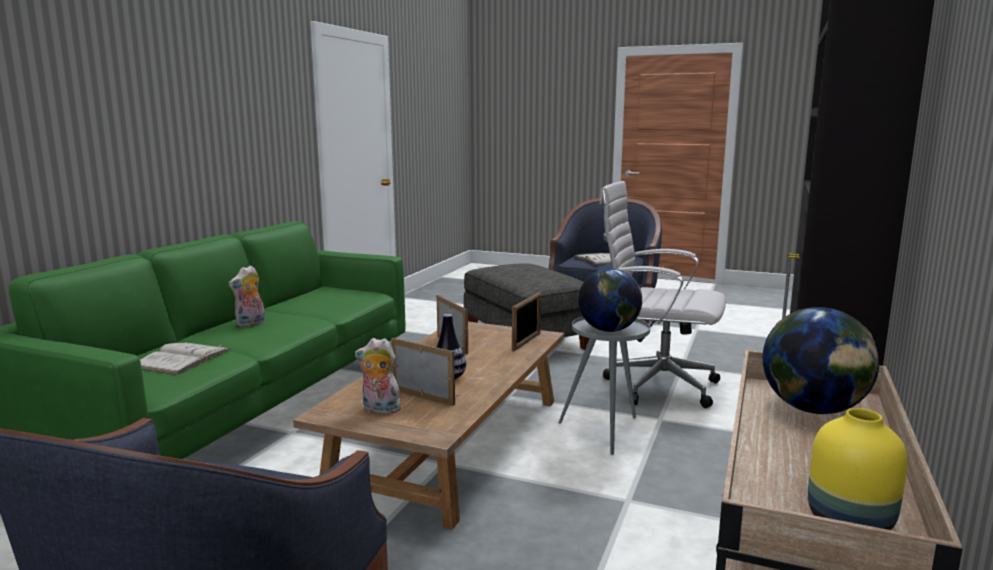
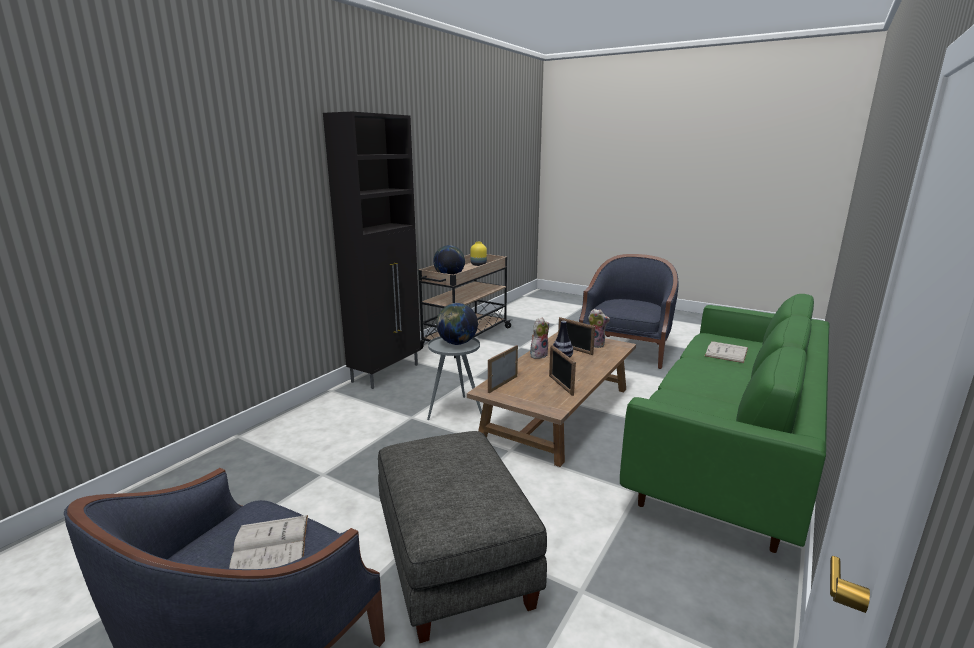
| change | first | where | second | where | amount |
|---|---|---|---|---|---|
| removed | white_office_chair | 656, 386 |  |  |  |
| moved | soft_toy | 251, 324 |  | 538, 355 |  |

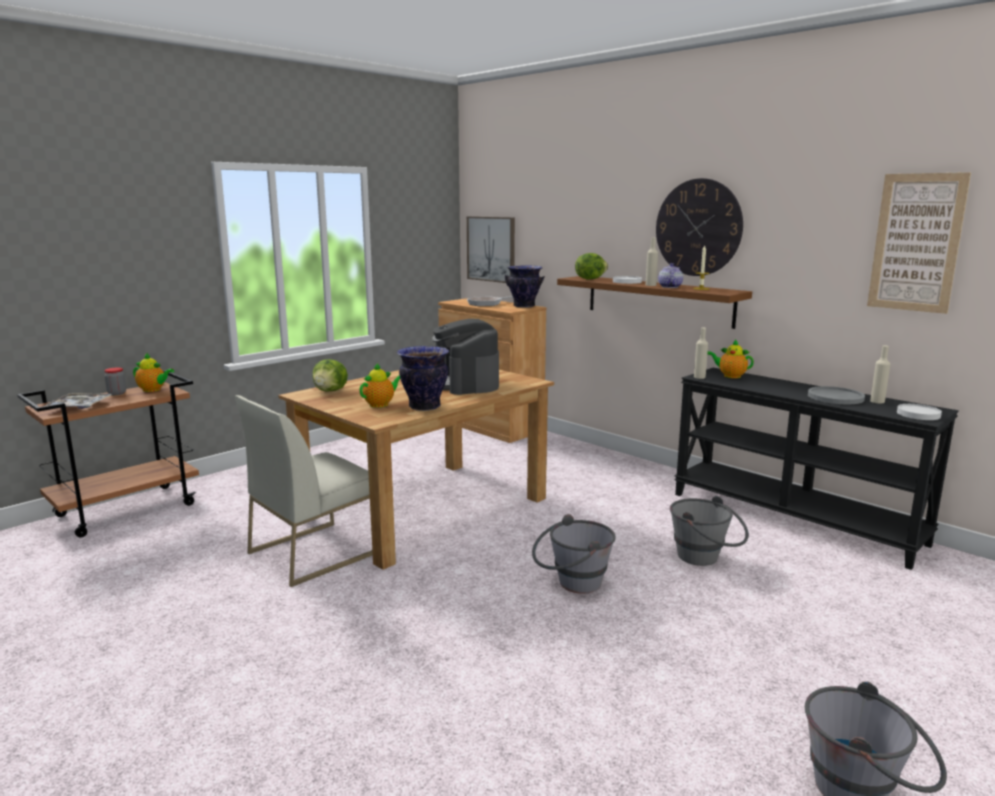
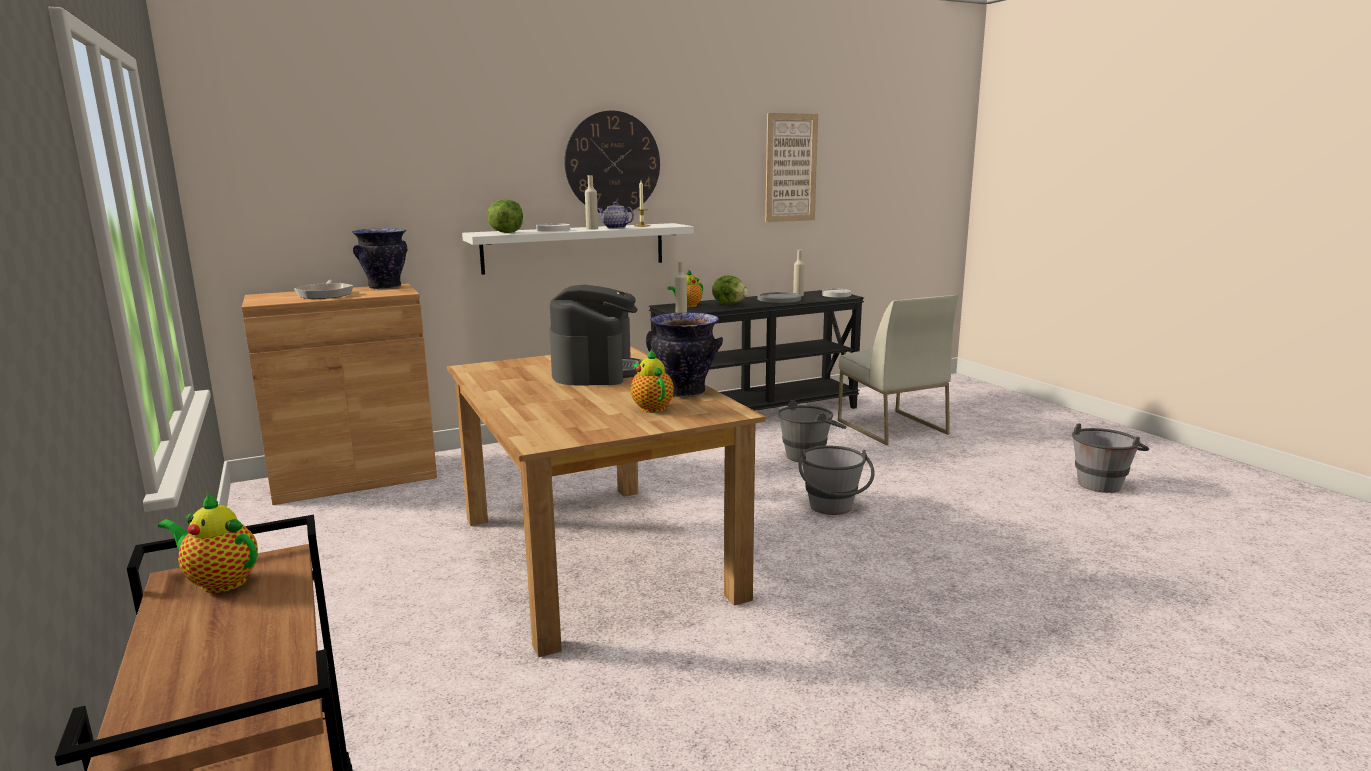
| change | first | where | second | where | amount |
|---|---|---|---|---|---|
| removed | tray | 79, 406 |  |  |  |
| removed | storage_jar | 117, 393 |  |  |  |
| removed | picture | 491, 249 |  |  |  |
| moved | white_plain_chair | 314, 552 |  | 890, 427 |  |
| moved | lettuce_head | 331, 391 |  | 729, 304 |  |
| recoloured | brownish_shelf | 658, 300 | white_shelf | 574, 248 |  |
| turned | tea_pot | 153, 390 |  | 219, 582 | 105 degrees counterclockwise |
| turned | coffee_maker | 465, 384 |  | 595, 371 | 90 degrees counterclockwise |

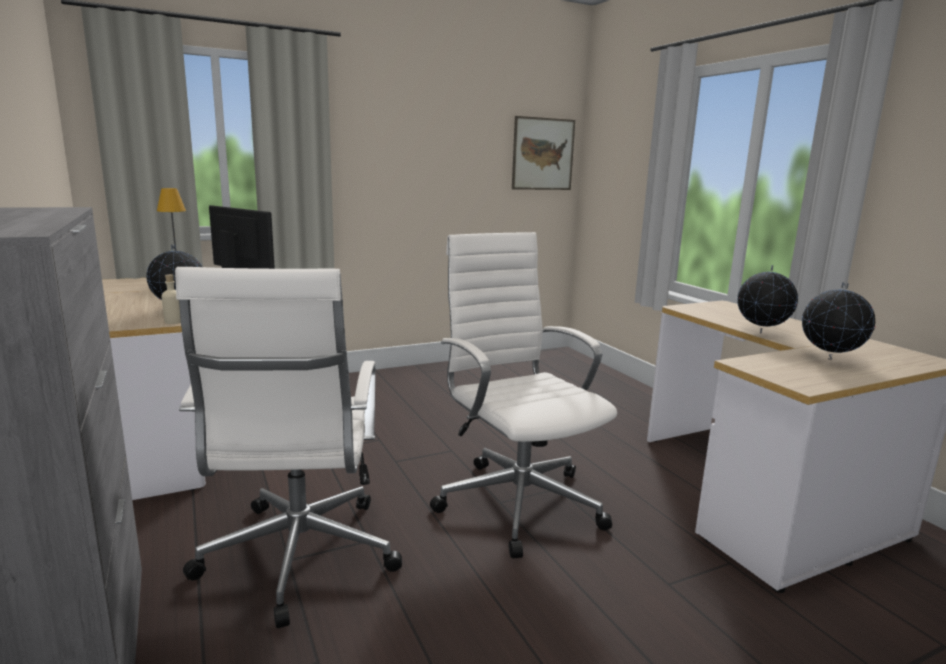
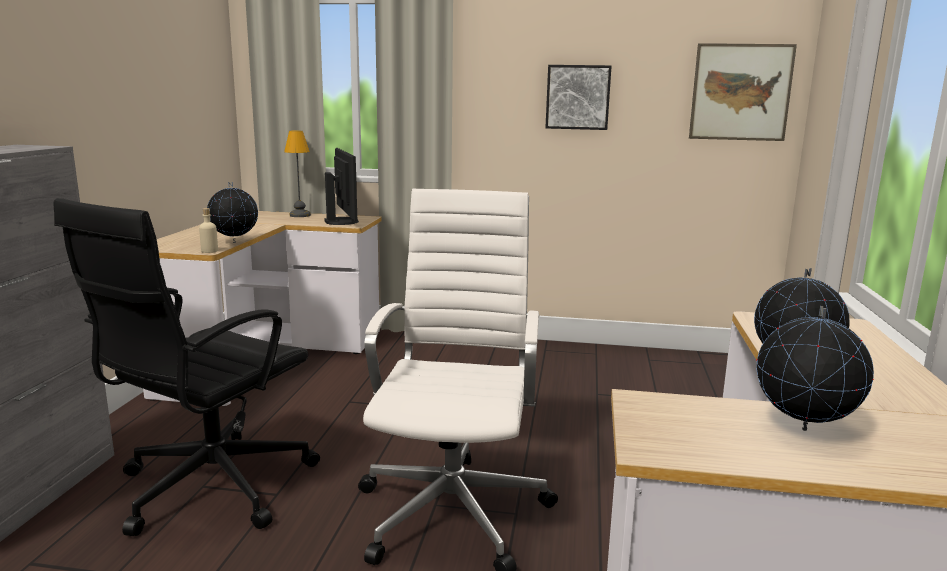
| change | first | where | second | where | amount |
|---|---|---|---|---|---|
| added |  |  | picture | 578, 97 |  |
| recoloured | white_office_chair | 298, 558 | blackish_office_chair | 210, 488 |  |

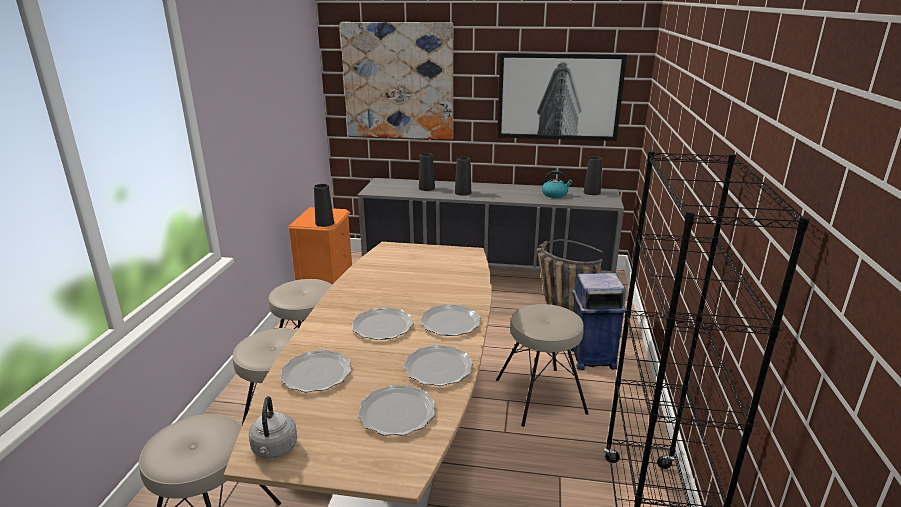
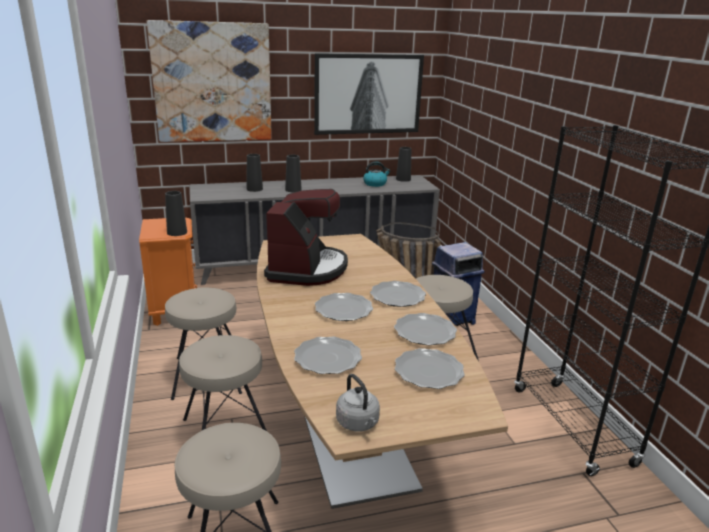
| change | first | where | second | where | amount |
|---|---|---|---|---|---|
| added |  |  | coffee_maker | 307, 269 |  |

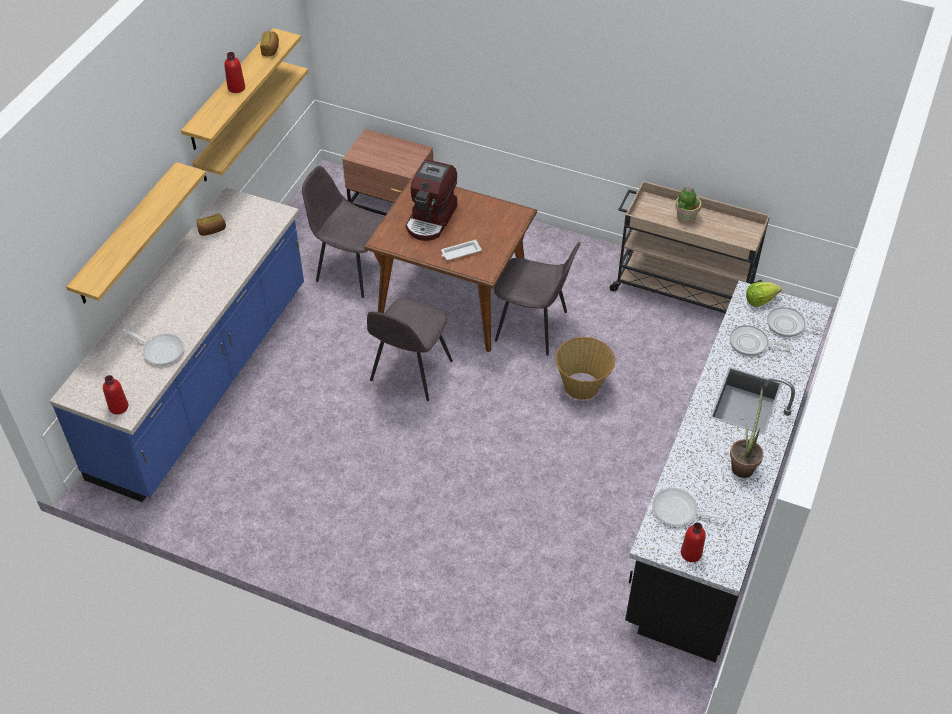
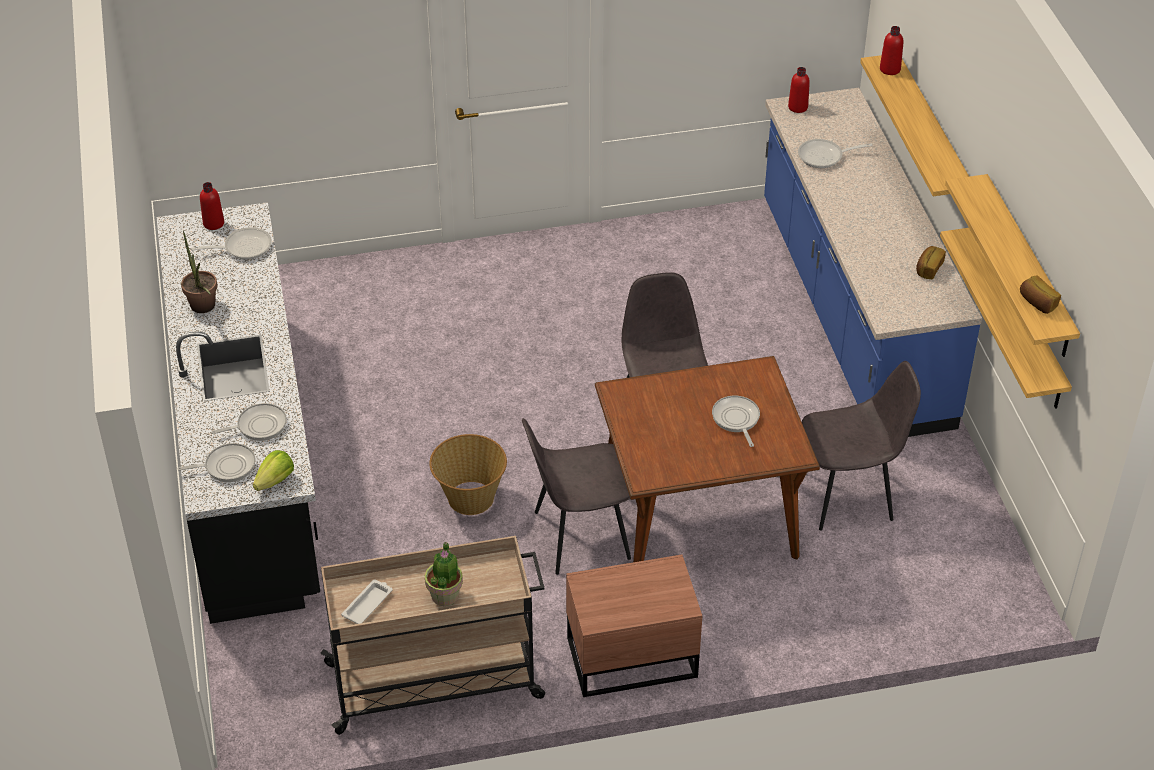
| change | first | where | second | where | amount |
|---|---|---|---|---|---|
| moved | red_drink_bottle | 236, 88 |  | 890, 69 |  |
| moved | brownish_night_table | 391, 201 |  | 629, 655 |  |
| moved | white_tray | 460, 252 |  | 368, 604 |  |
| replaced | coffee_maker | 431, 219 | frying_pan | 736, 419 |  |

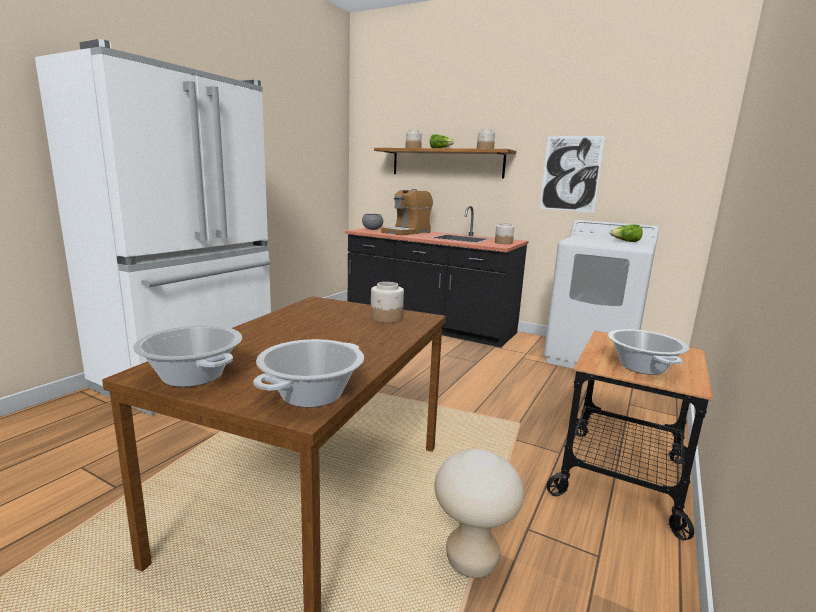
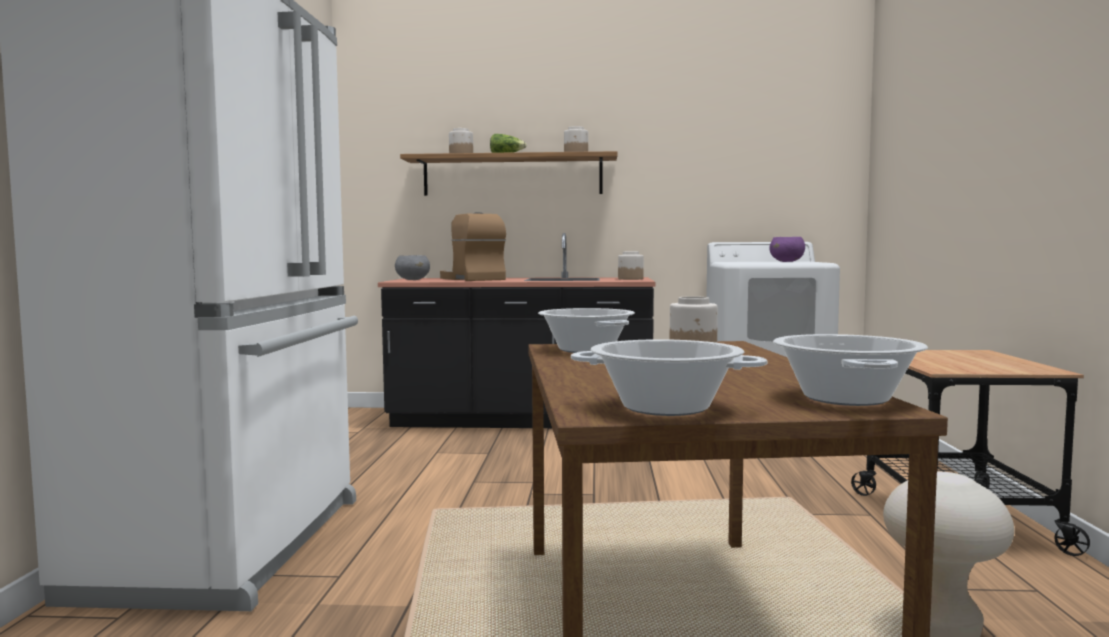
| change | first | where | second | where | amount |
|---|---|---|---|---|---|
| removed | picture | 570, 173 |  |  |  |
| moved | stockpot | 642, 367 |  | 586, 350 |  |
| replaced | lettuce_head | 625, 241 | purplish_deep_dish | 787, 261 |  |
| turned | coffee_maker | 407, 232 |  | 472, 279 | 135 degrees clockwise |

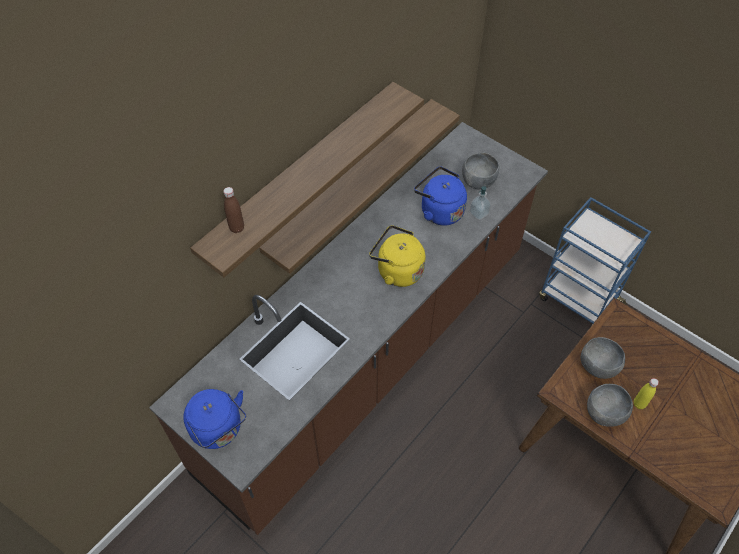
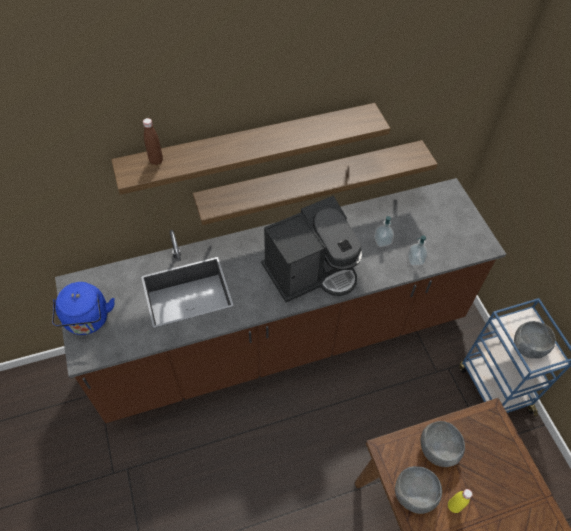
| change | first | where | second | where | amount |
|---|---|---|---|---|---|
| moved | grey_deep_dish | 478, 182 |  | 527, 347 |  |
| replaced | yellow_kettle | 397, 270 | coffee_maker | 311, 272 |  |
| replaced | blue-coloured_kettle | 439, 211 | soap_bottle | 382, 241 |  |

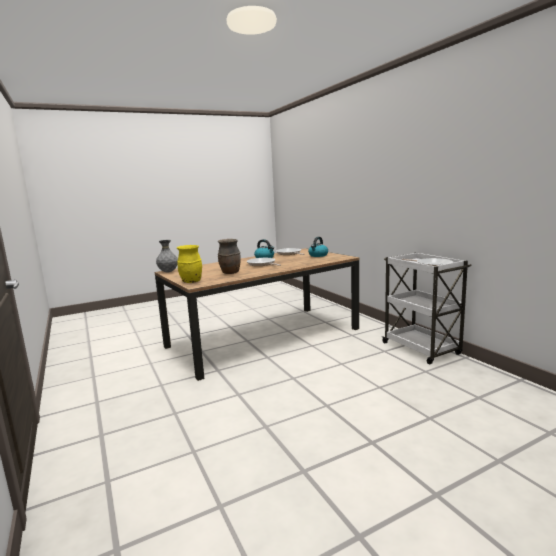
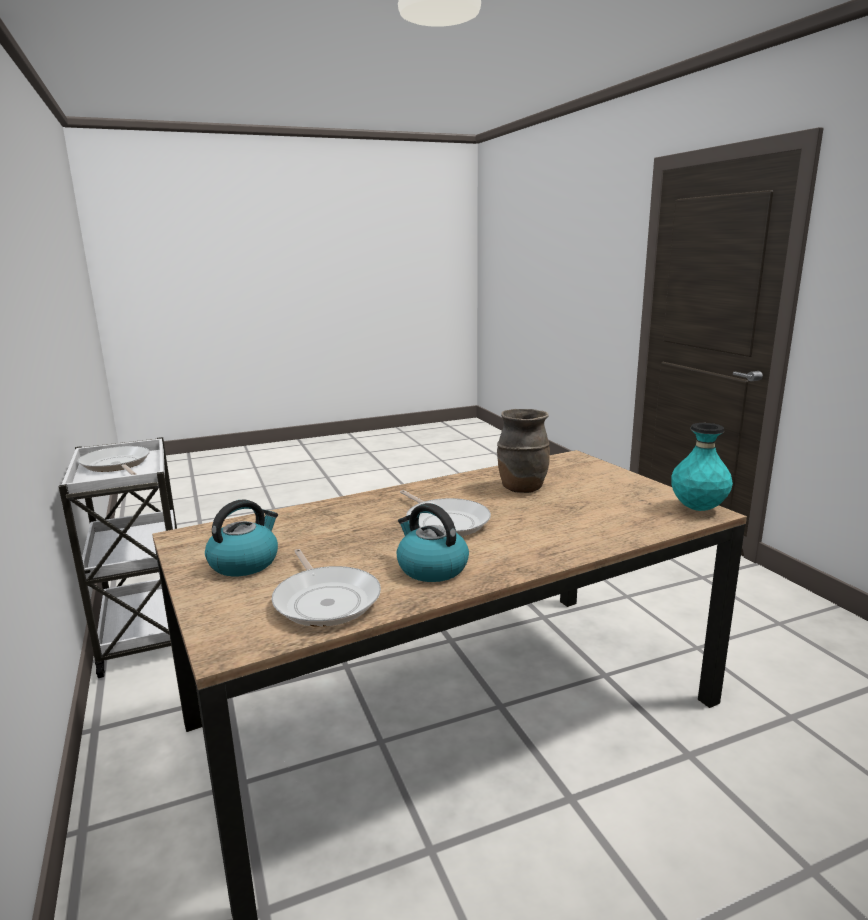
| change | first | where | second | where | amount |
|---|---|---|---|---|---|
| removed | yellow_decorative_vase | 191, 282 |  |  |  |
| recoloured | grey_decorative_vase | 168, 272 | blue-green_decorative_vase | 697, 509 |  |

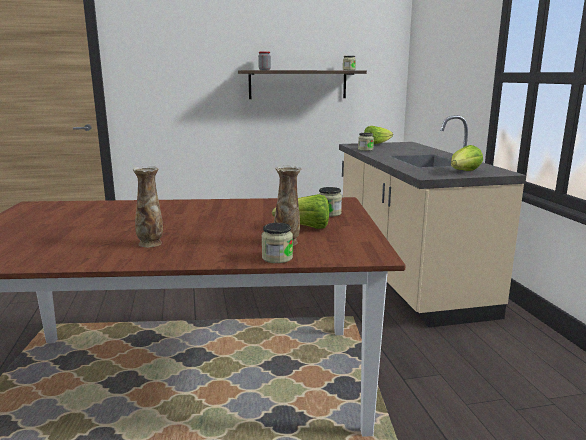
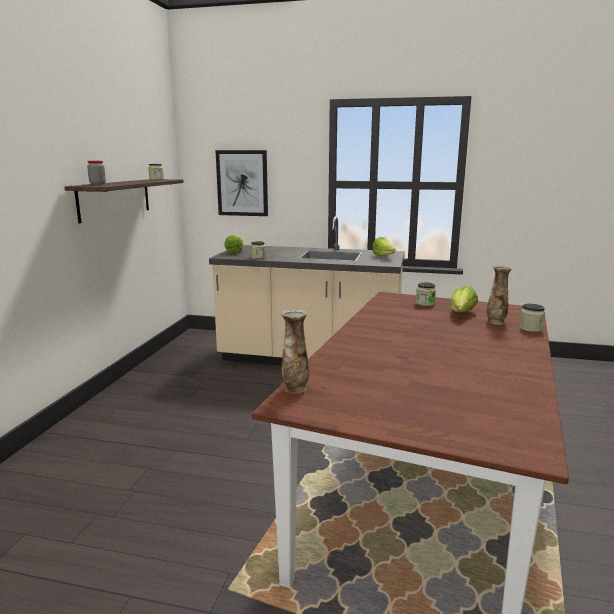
| change | first | where | second | where | amount |
|---|---|---|---|---|---|
| added |  |  | picture | 242, 183 |  |
| moved | decorative_vase | 151, 243 |  | 295, 388 |  |

